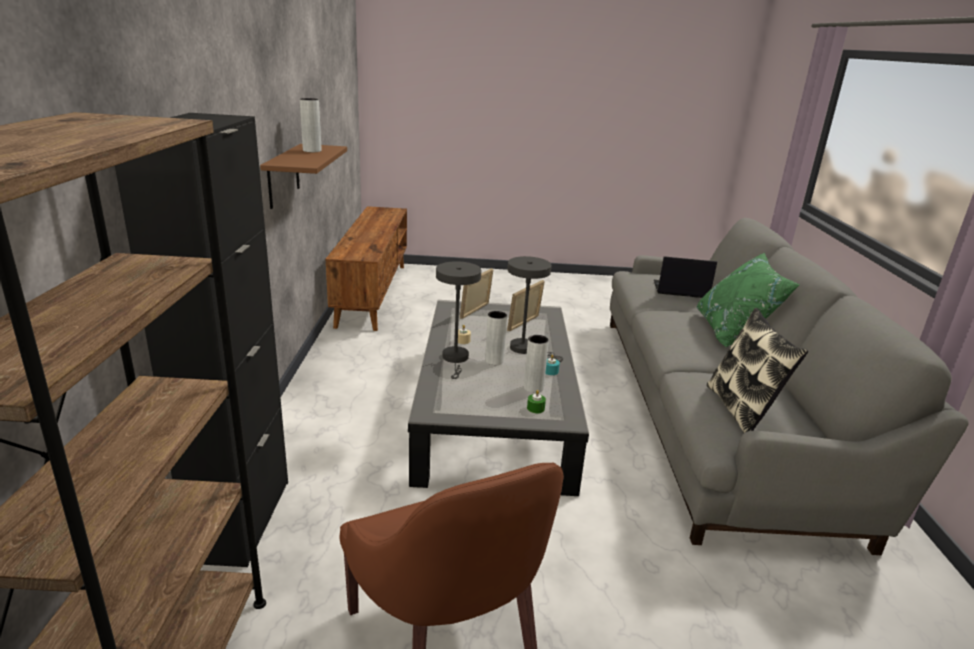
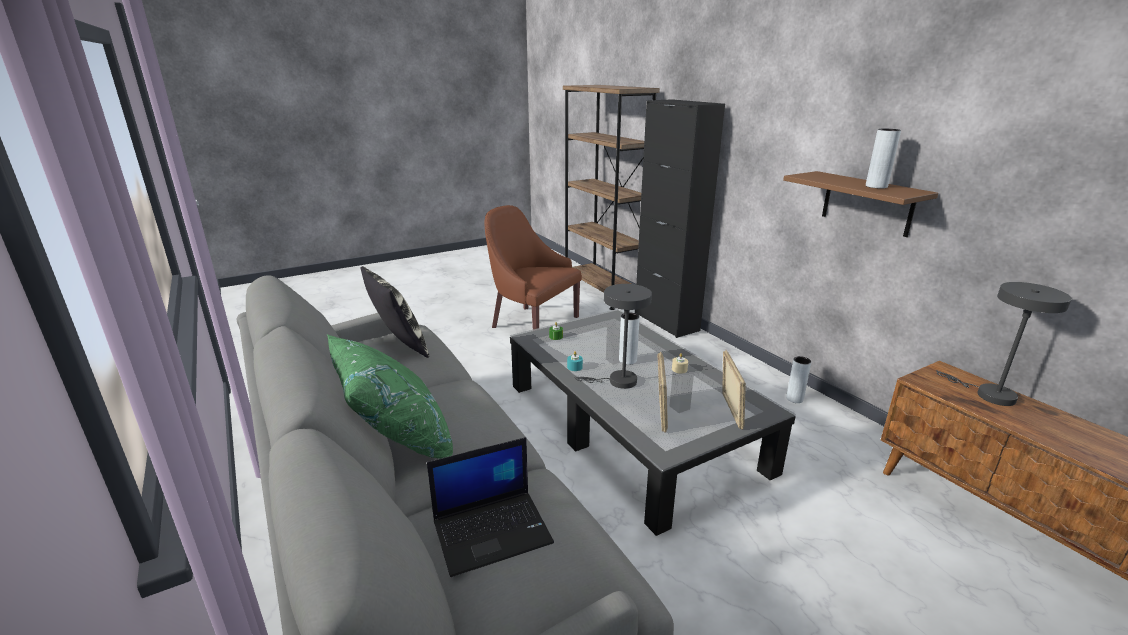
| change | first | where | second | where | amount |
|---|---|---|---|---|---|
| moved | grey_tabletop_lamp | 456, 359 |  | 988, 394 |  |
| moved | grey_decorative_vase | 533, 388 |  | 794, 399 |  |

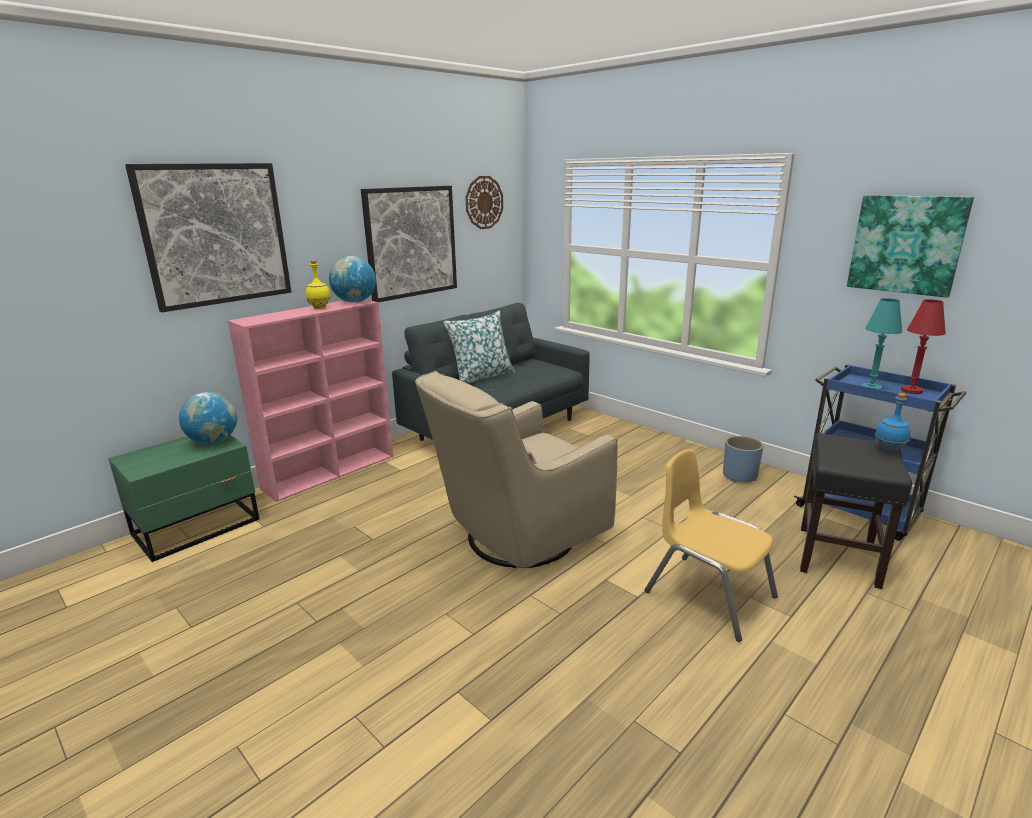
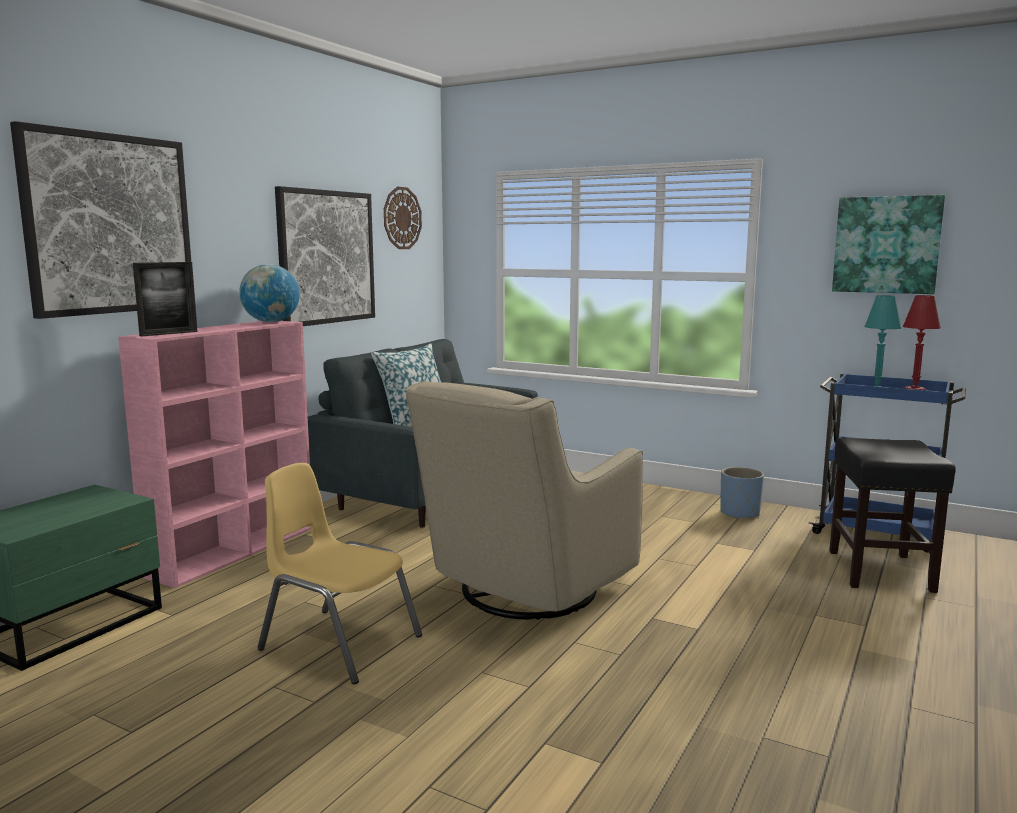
| change | first | where | second | where | amount |
|---|---|---|---|---|---|
| removed | desk_globe | 213, 441 |  |  |  |
| removed | yellow_drink_bottle | 319, 308 |  |  |  |
| removed | blue-coloured_drink_bottle | 889, 449 |  |  |  |
| added |  |  | standing_frame | 169, 333 |  |
| moved | yellow_plain_chair | 709, 594 |  | 339, 643 |  |

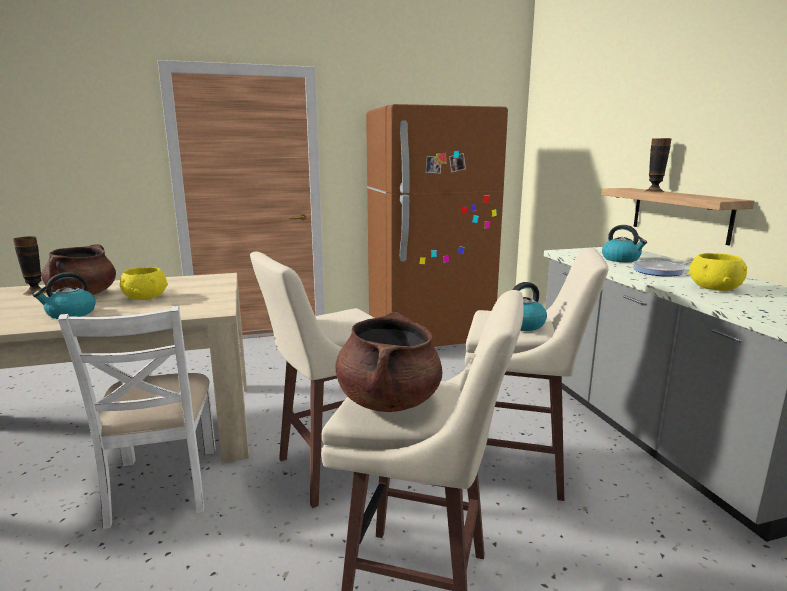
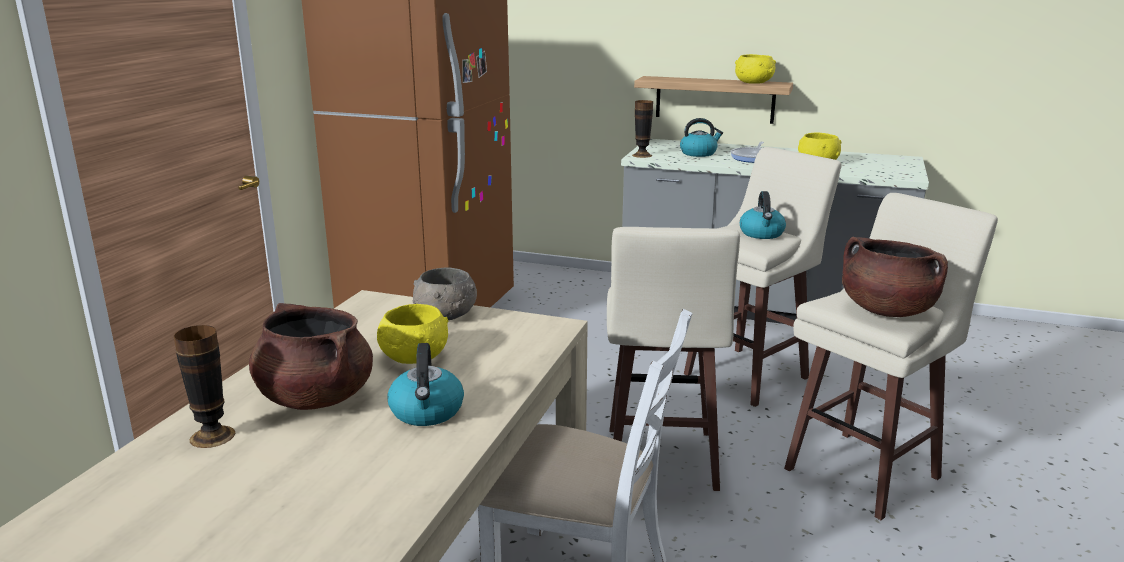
| change | first | where | second | where | amount |
|---|---|---|---|---|---|
| added |  |  | grey_deep_dish | 446, 315 |  |
| added |  |  | yellow_deep_dish | 754, 83 |  |
| moved | decorative_vase | 654, 191 |  | 642, 155 |  |

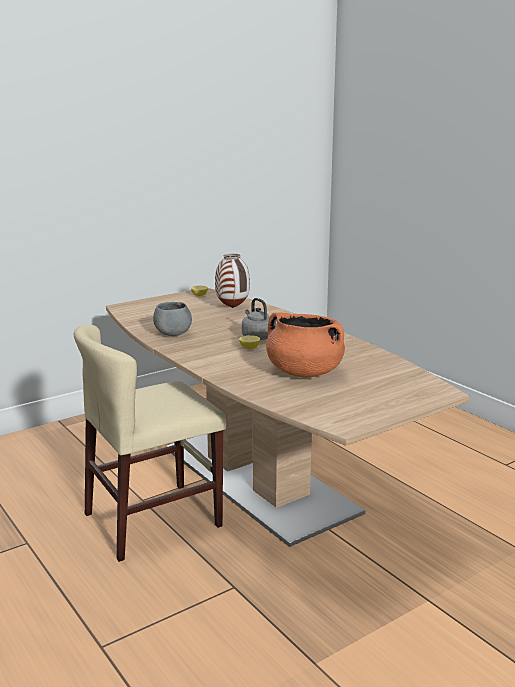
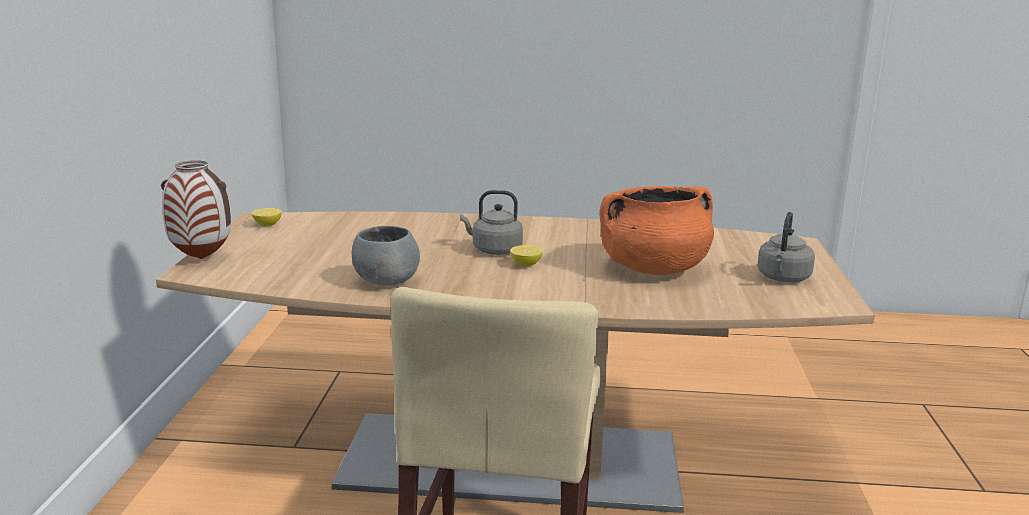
| change | first | where | second | where | amount |
|---|---|---|---|---|---|
| added |  |  | grey_kettle | 783, 278 |  |
| moved | decorative_vase | 233, 307 |  | 202, 258 |  |

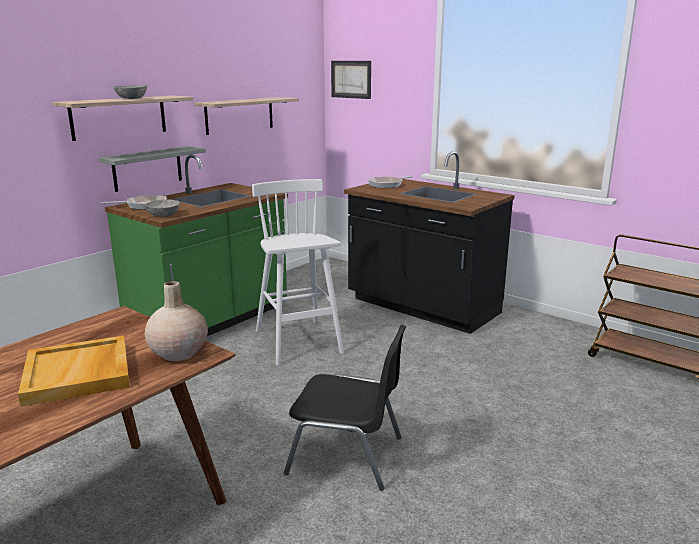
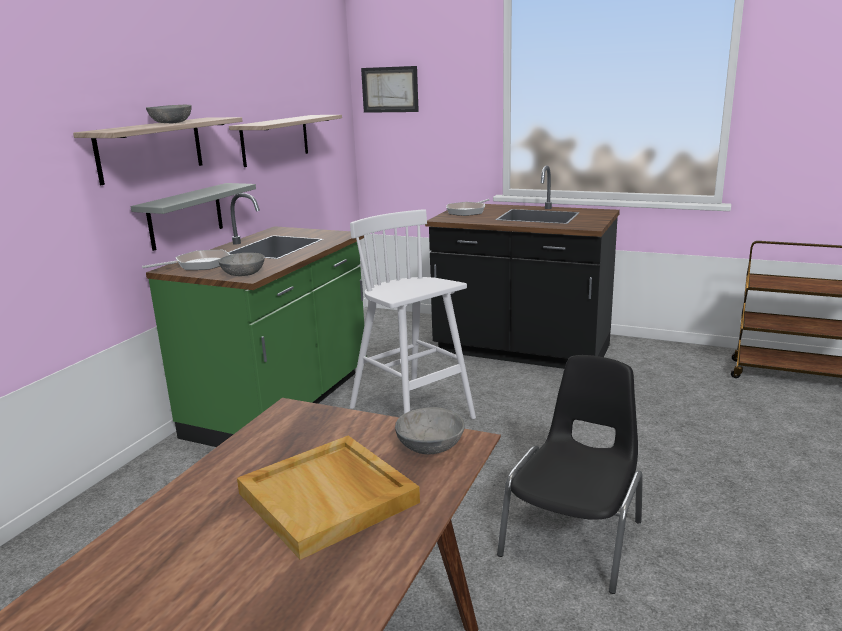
| change | first | where | second | where | amount |
|---|---|---|---|---|---|
| replaced | sand-coloured_decorative_vase | 178, 353 | grey_deep_dish | 429, 446 |  |
| turned | blackish_plain_chair | 347, 455 |  | 574, 538 | 60 degrees counterclockwise |

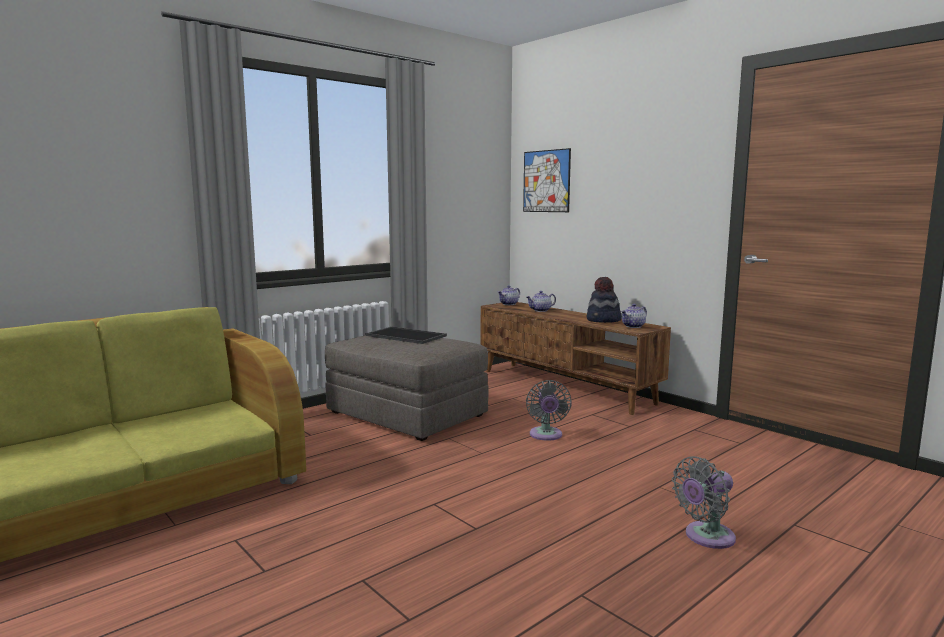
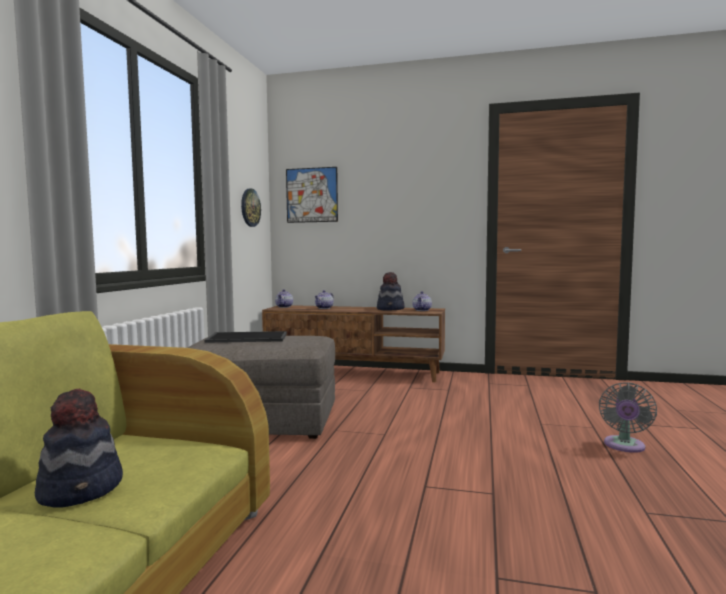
| change | first | where | second | where | amount |
|---|---|---|---|---|---|
| removed | grey_cooling_fan | 546, 436 |  |  |  |
| added |  |  | wearable_hat | 82, 489 |  |
| added |  |  | clock_on_the_wall | 250, 207 |  |

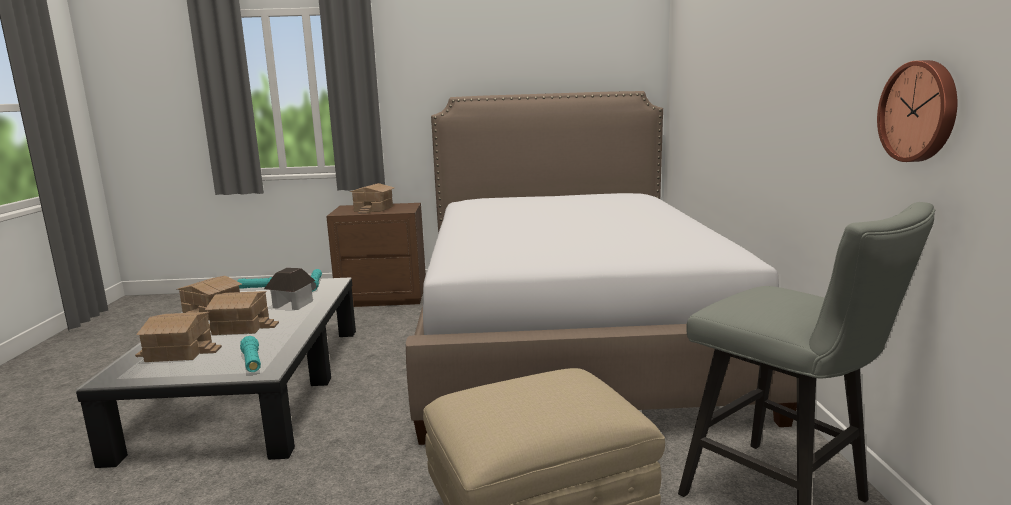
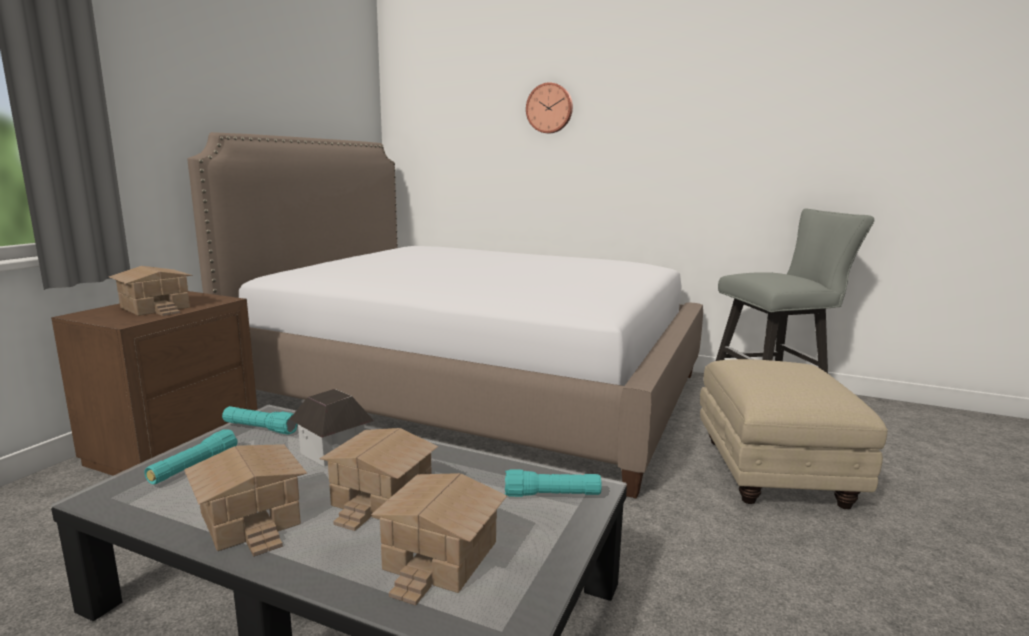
| change | first | where | second | where | amount |
|---|---|---|---|---|---|
| moved | clock_on_the_wall | 920, 111 |  | 550, 108 |  |

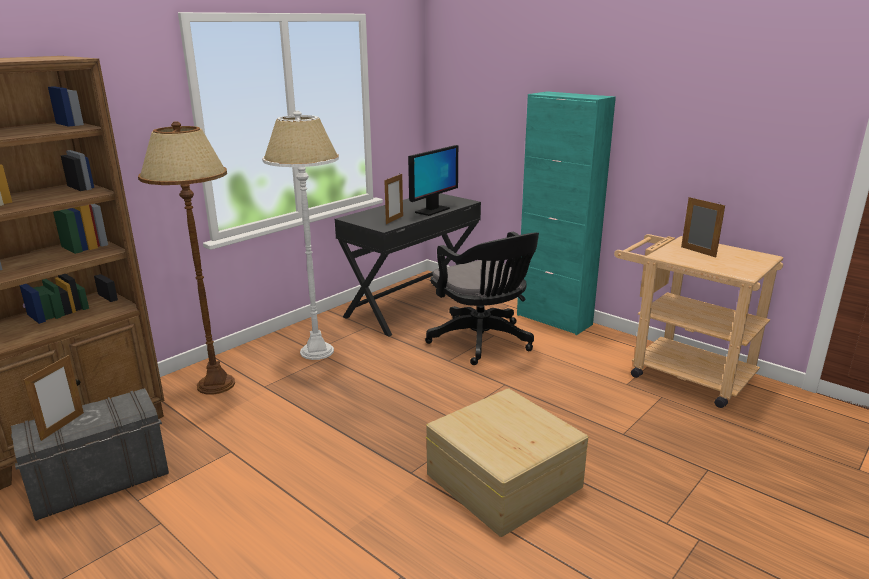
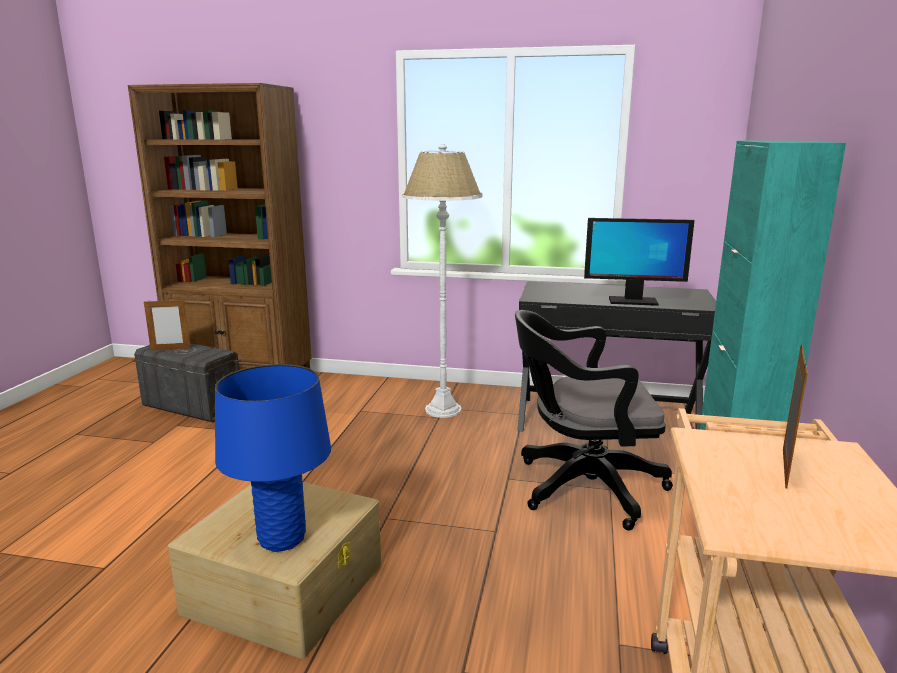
| change | first | where | second | where | amount |
|---|---|---|---|---|---|
| removed | brownish_standard_lamp | 216, 385 |  |  |  |
| removed | standing_frame | 394, 220 |  |  |  |
| added |  |  | blue-coloured_tabletop_lamp | 282, 539 |  |
| turned | blackish_office_chair | 483, 342 |  | 581, 487 | 60 degrees clockwise |

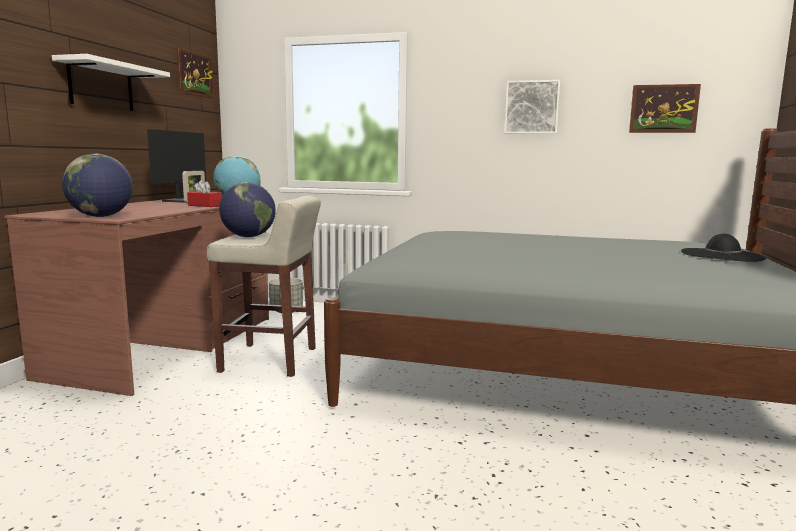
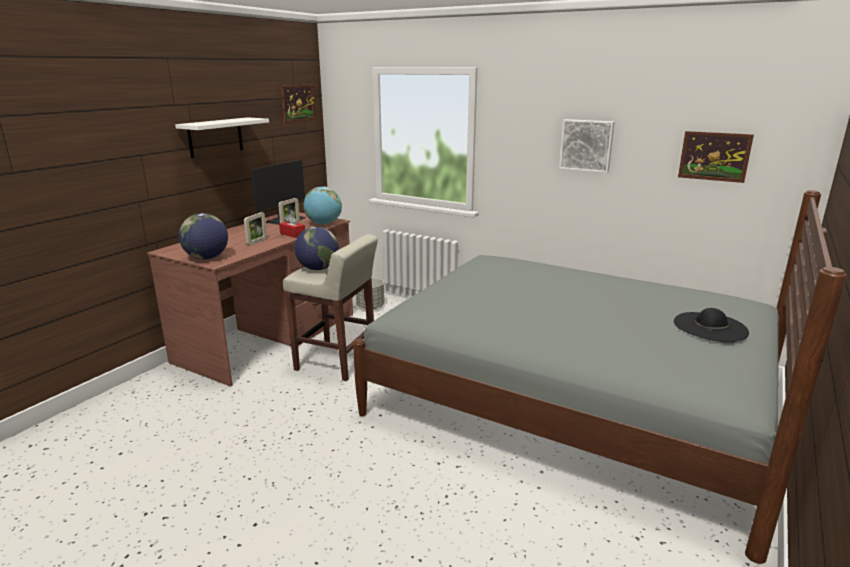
| change | first | where | second | where | amount |
|---|---|---|---|---|---|
| added |  |  | standing_frame | 257, 242 |  |

